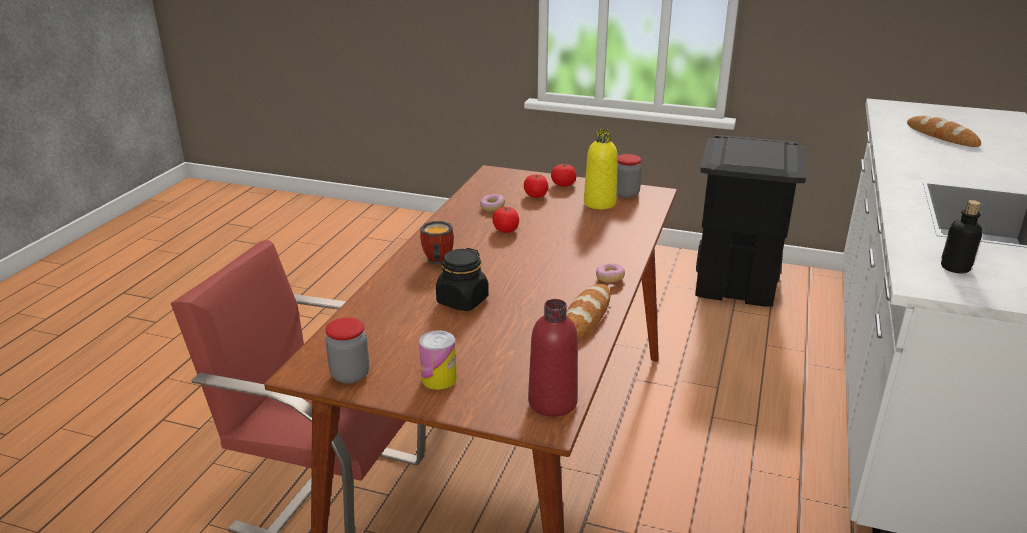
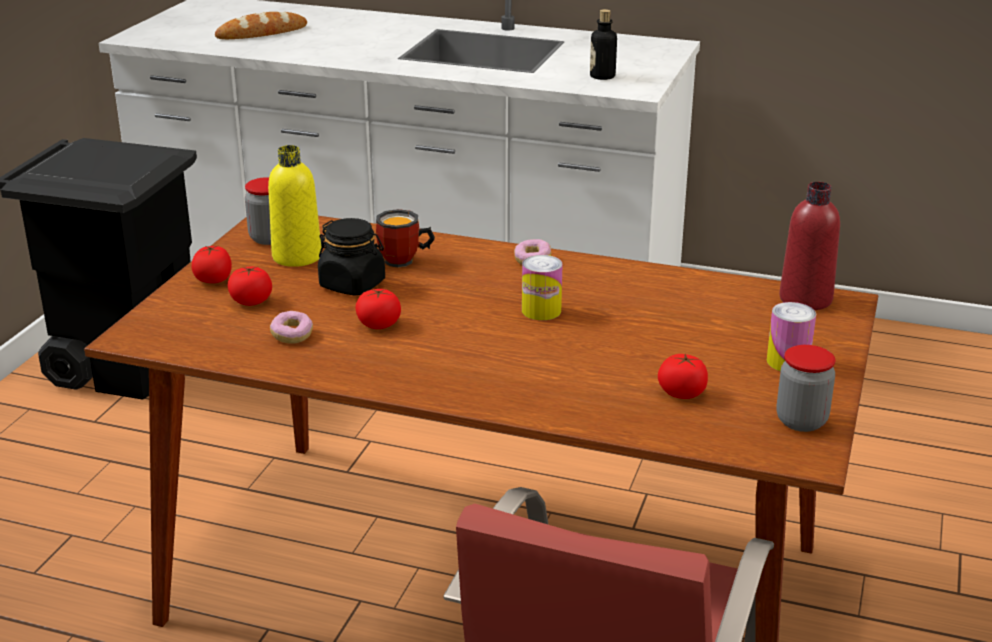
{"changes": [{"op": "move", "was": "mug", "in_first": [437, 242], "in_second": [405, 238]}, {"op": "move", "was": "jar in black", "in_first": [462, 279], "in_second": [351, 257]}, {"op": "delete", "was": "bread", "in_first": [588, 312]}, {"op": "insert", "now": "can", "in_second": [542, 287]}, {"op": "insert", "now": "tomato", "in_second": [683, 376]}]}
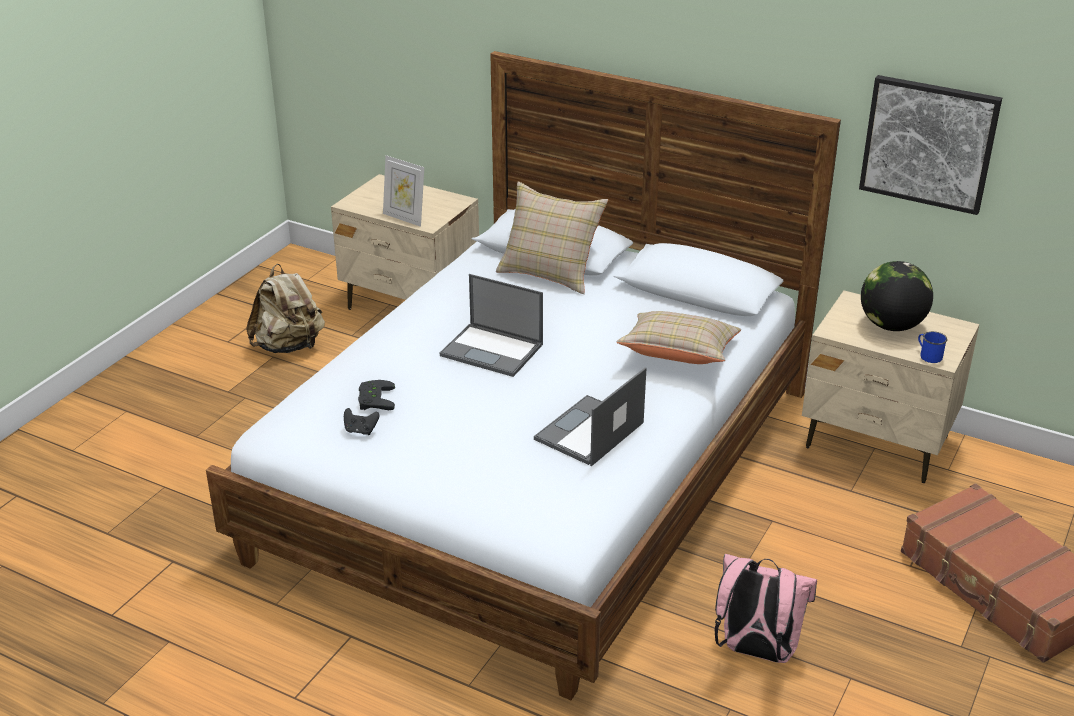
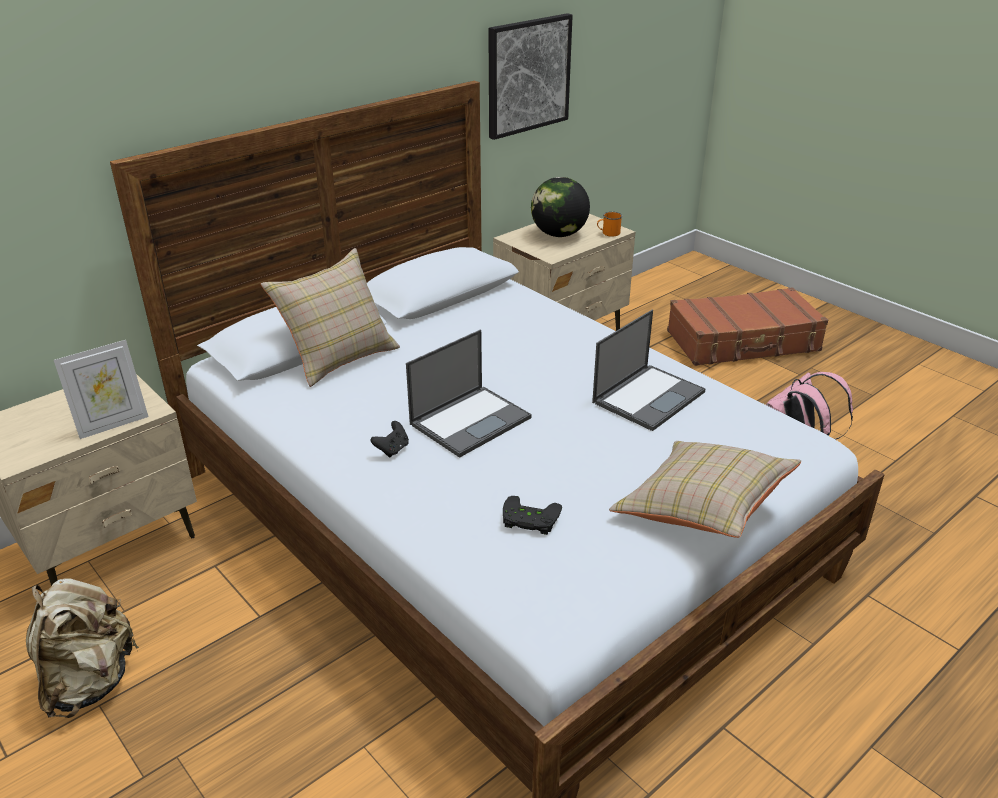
{"changes": [{"op": "move", "was": "pillow in beige", "in_first": [678, 337], "in_second": [705, 489]}, {"op": "recolor", "was": "mug in blue", "now": "mug in orange", "in_first": [932, 347], "in_second": [609, 224]}, {"op": "rotate", "was": "laptop", "in_first": [590, 416], "in_second": [649, 370], "clockwise": -105}, {"op": "move", "was": "game controller in black", "in_first": [361, 421], "in_second": [390, 439]}]}
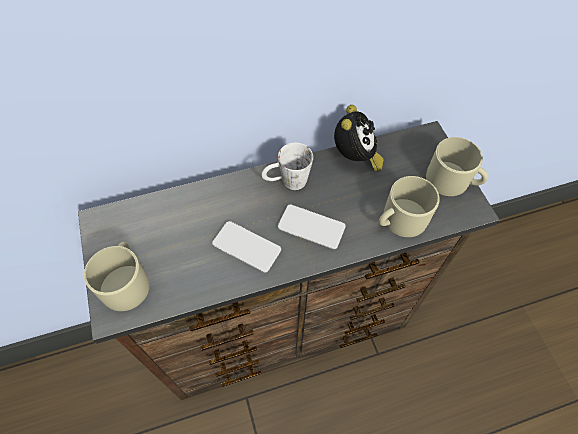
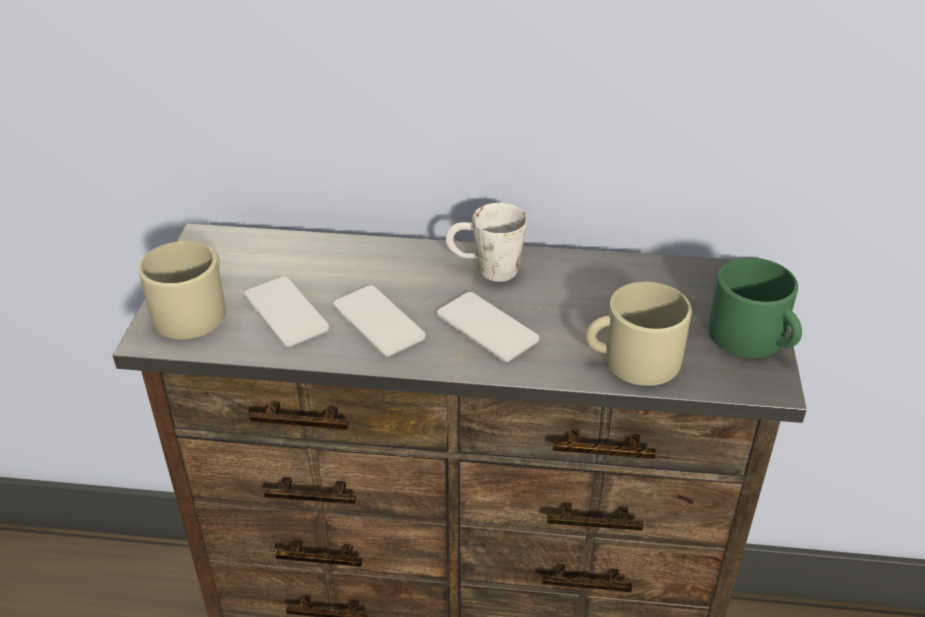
{"changes": [{"op": "delete", "was": "alarm clock", "in_first": [359, 138]}, {"op": "recolor", "was": "mug in beige", "now": "mug in green", "in_first": [457, 166], "in_second": [755, 307]}, {"op": "insert", "now": "phone", "in_second": [286, 312]}]}
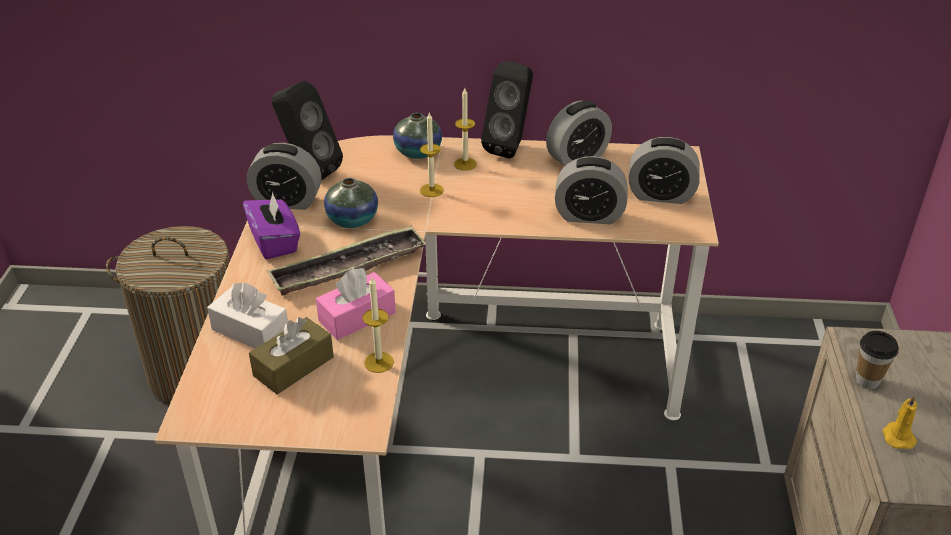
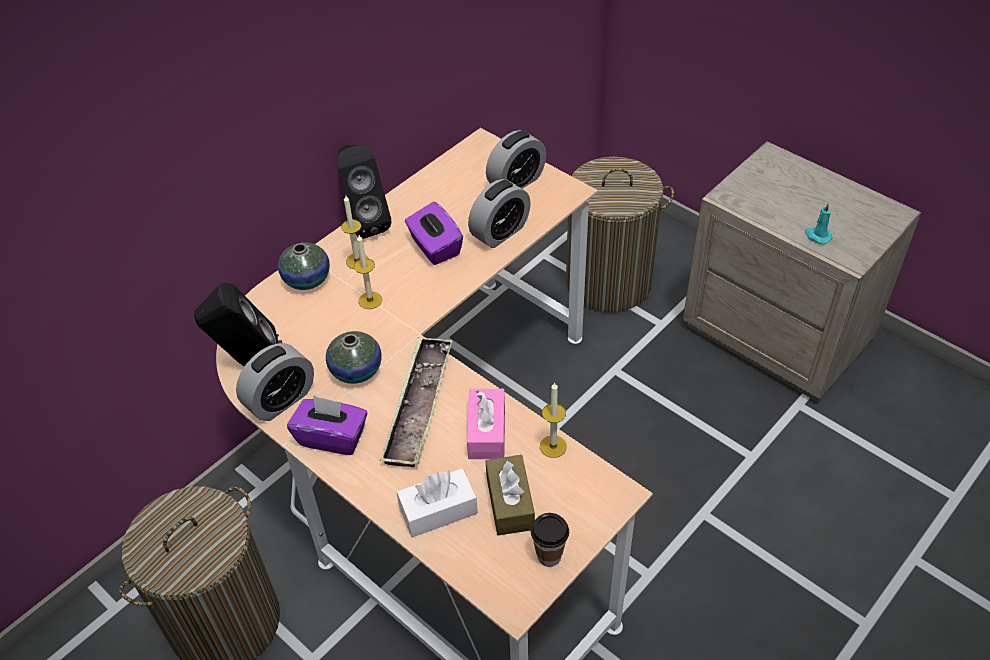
{"changes": [{"op": "delete", "was": "alarm clock", "in_first": [579, 133]}, {"op": "move", "was": "cup", "in_first": [877, 360], "in_second": [550, 540]}, {"op": "recolor", "was": "candle in yellow", "now": "candle in turquoise", "in_first": [900, 422], "in_second": [818, 223]}, {"op": "insert", "now": "laundry basket", "in_second": [620, 234]}, {"op": "insert", "now": "tissue box in purple", "in_second": [434, 233]}]}
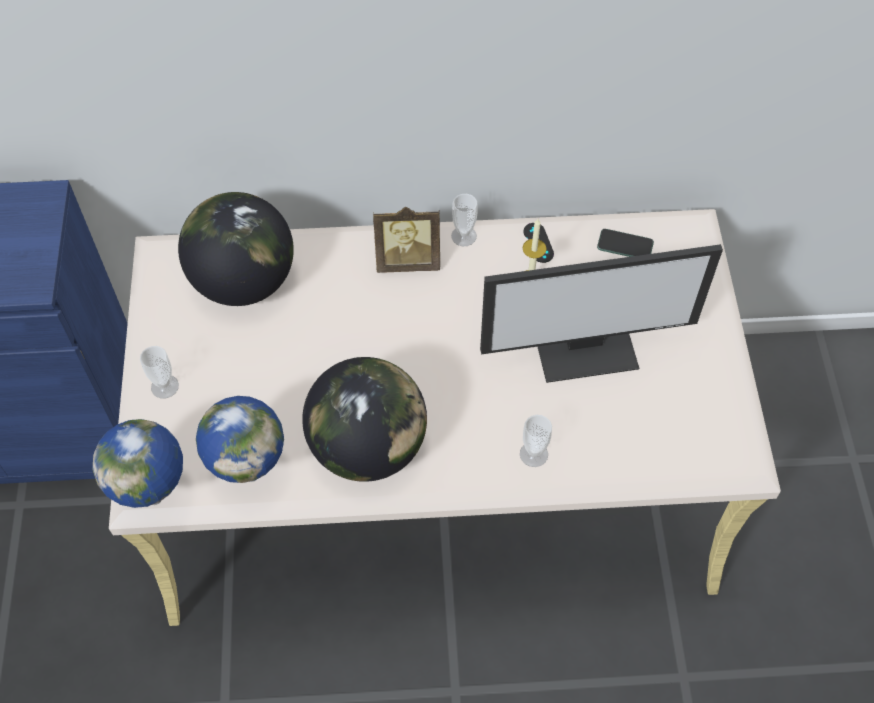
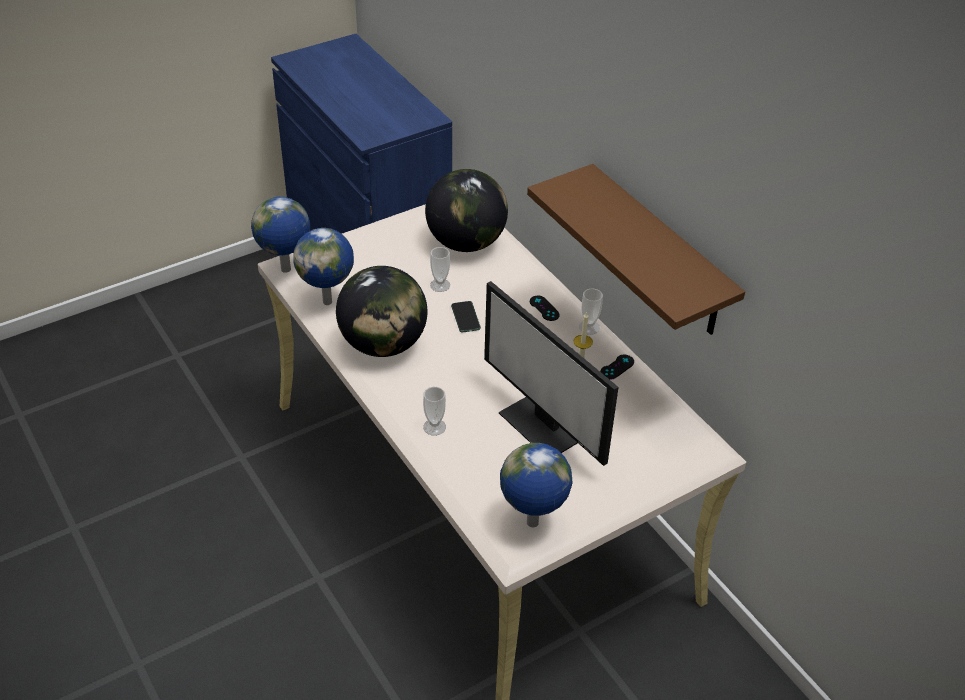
{"changes": [{"op": "replace", "was": "picture frame", "now": "game controller in black", "in_first": [406, 240], "in_second": [545, 308]}, {"op": "move", "was": "phone", "in_first": [625, 243], "in_second": [466, 316]}, {"op": "move", "was": "cup", "in_first": [159, 372], "in_second": [440, 269]}, {"op": "insert", "now": "shelf in brown", "in_second": [636, 249]}, {"op": "insert", "now": "globe", "in_second": [536, 485]}]}
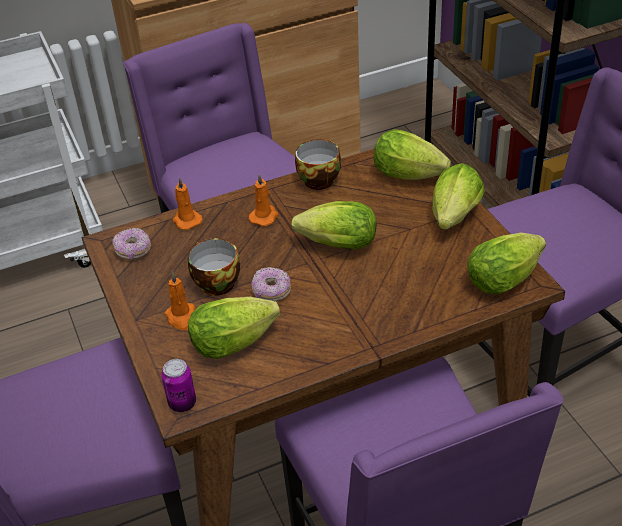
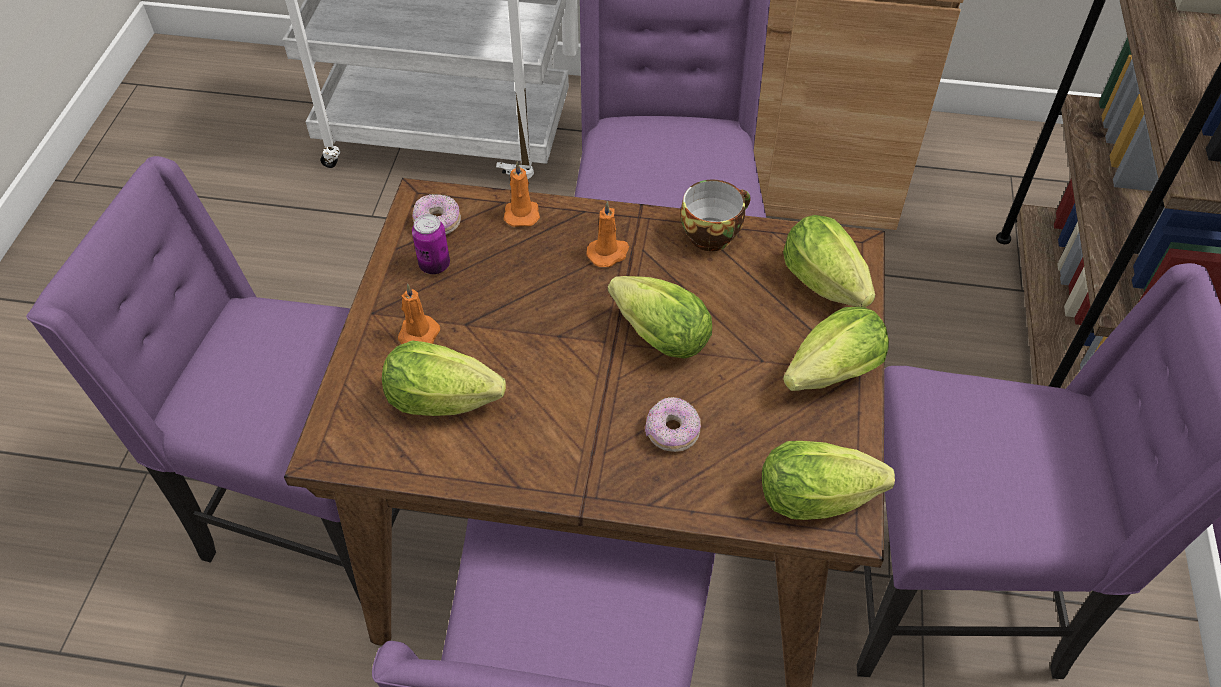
{"changes": [{"op": "delete", "was": "cup", "in_first": [214, 267]}, {"op": "move", "was": "donut", "in_first": [271, 284], "in_second": [673, 424]}, {"op": "move", "was": "can", "in_first": [178, 385], "in_second": [431, 244]}]}
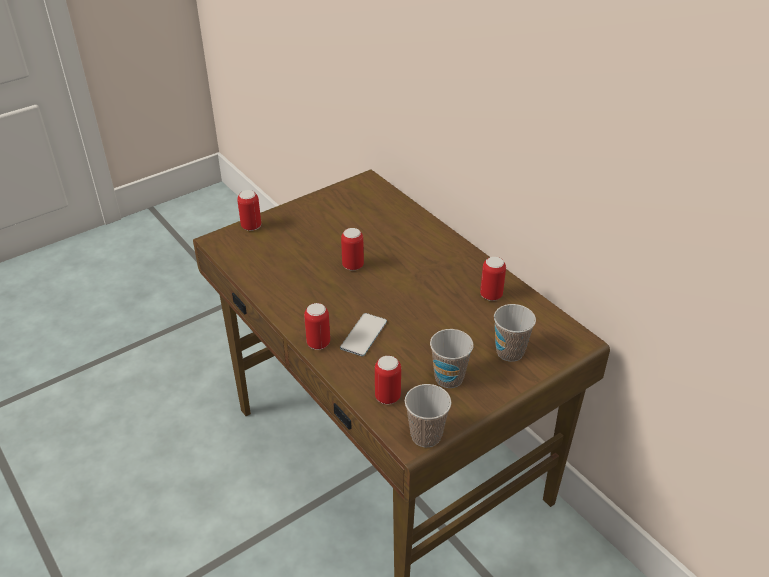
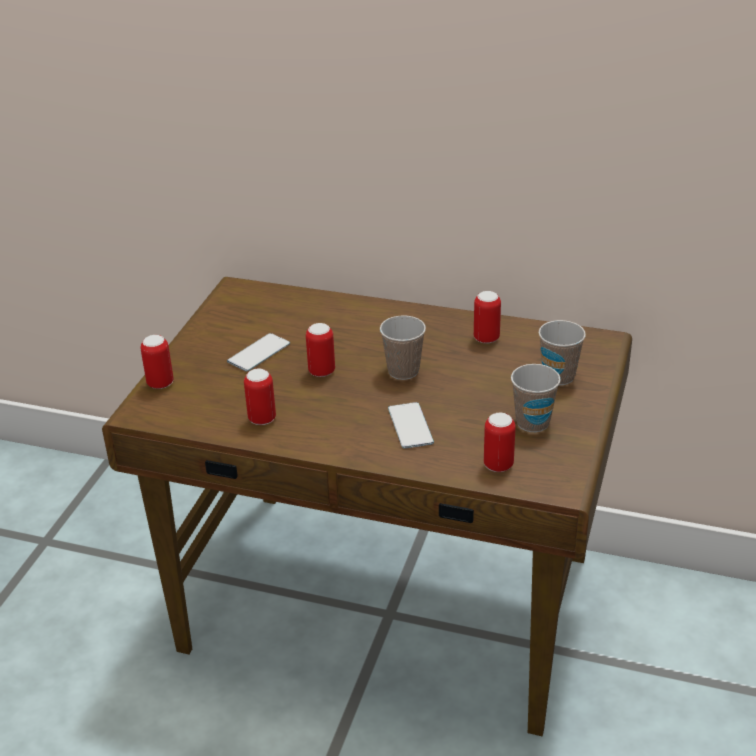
{"changes": [{"op": "move", "was": "can", "in_first": [317, 326], "in_second": [260, 397]}, {"op": "move", "was": "cup", "in_first": [428, 415], "in_second": [403, 347]}, {"op": "insert", "now": "phone", "in_second": [258, 352]}]}
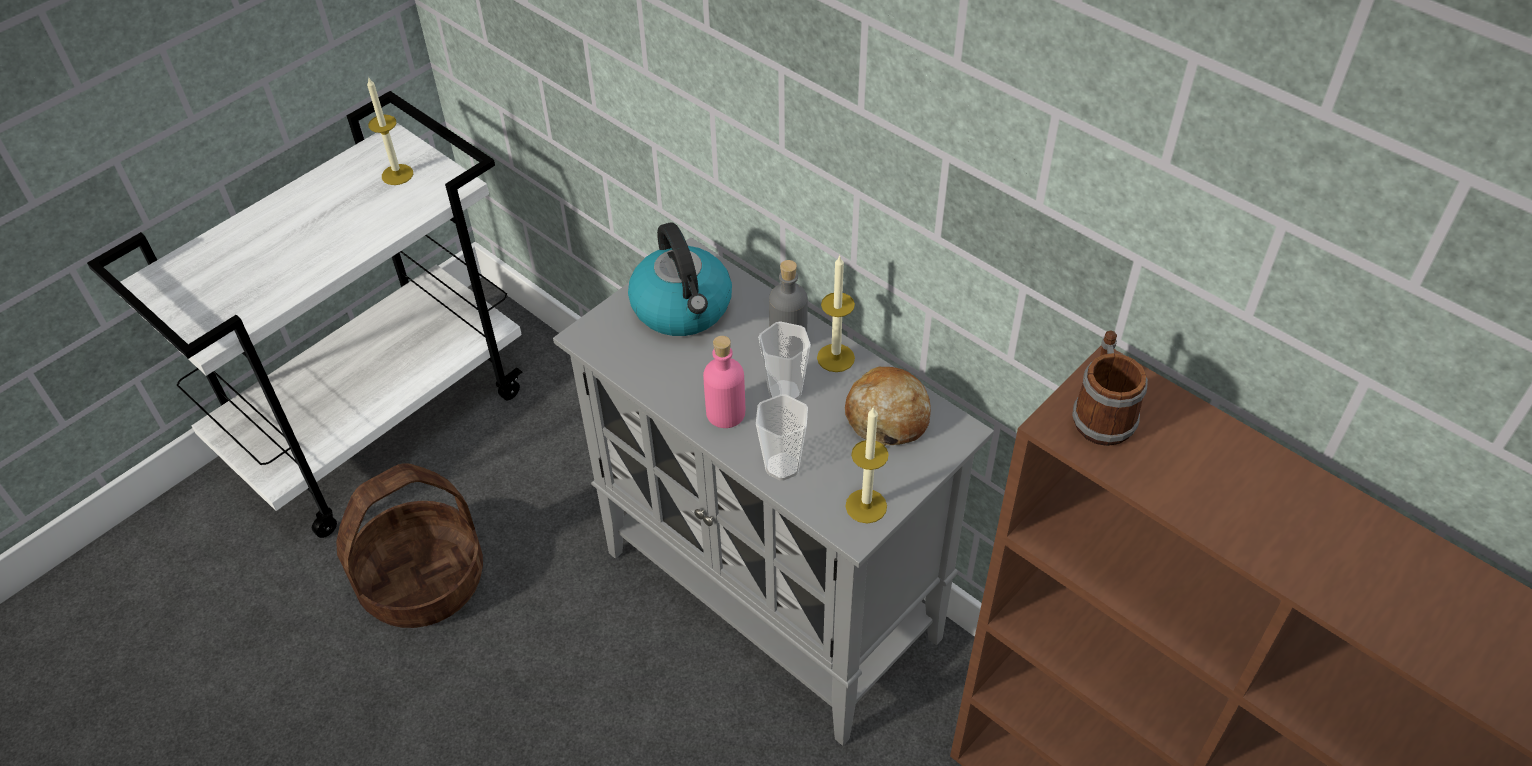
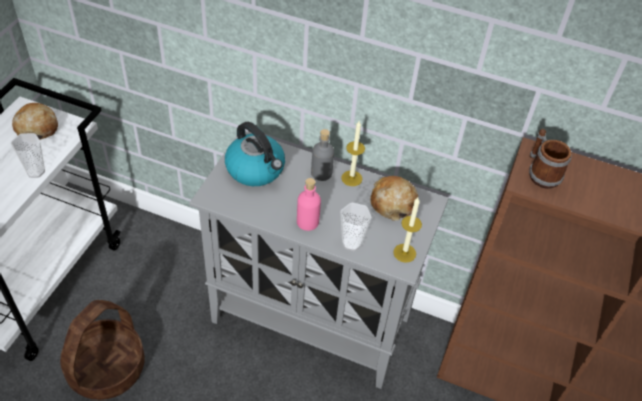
{"changes": [{"op": "replace", "was": "candle", "now": "bread", "in_first": [390, 131], "in_second": [35, 121]}, {"op": "move", "was": "cup", "in_first": [784, 360], "in_second": [28, 155]}]}
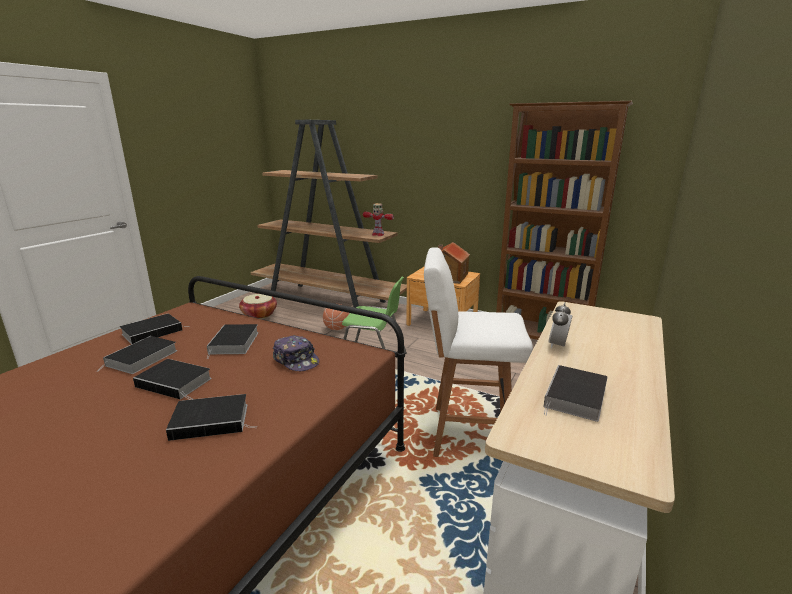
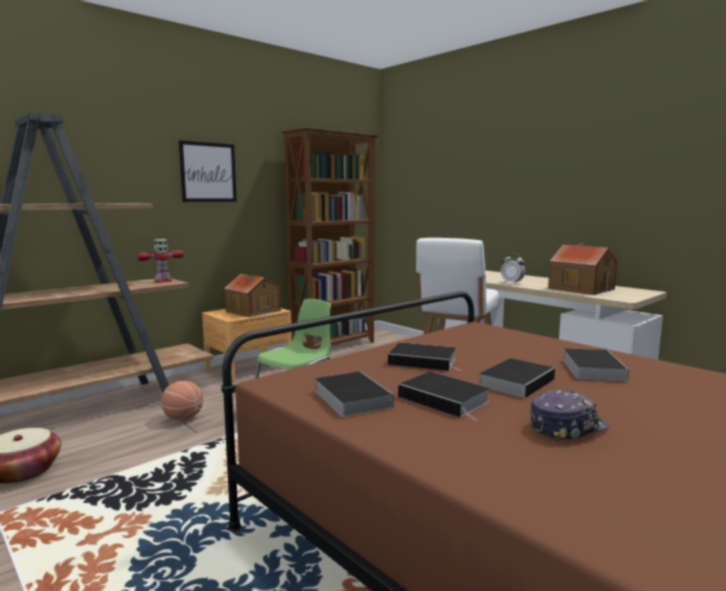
{"changes": [{"op": "move", "was": "cap", "in_first": [296, 353], "in_second": [569, 416]}, {"op": "replace", "was": "book", "now": "toy house", "in_first": [575, 393], "in_second": [583, 269]}, {"op": "insert", "now": "picture", "in_second": [208, 171]}]}
